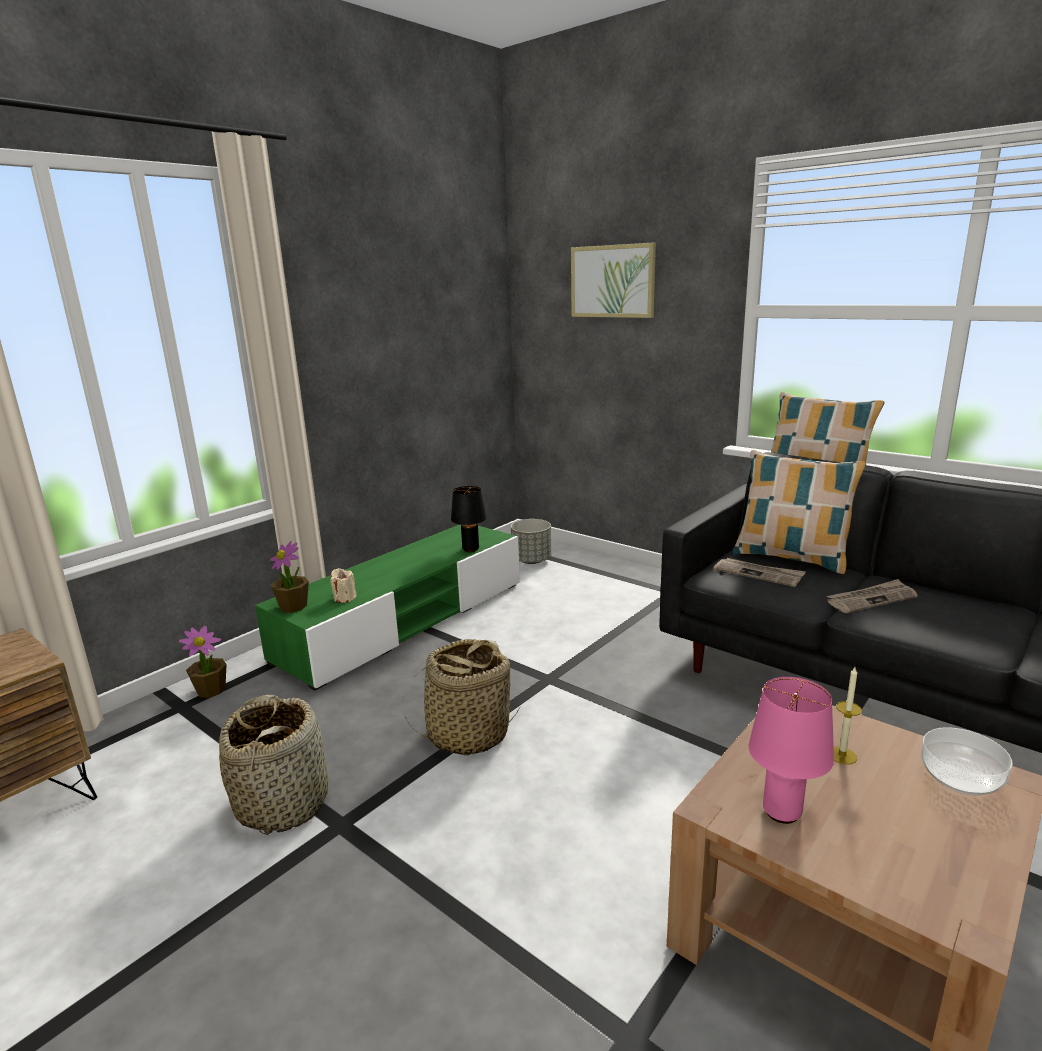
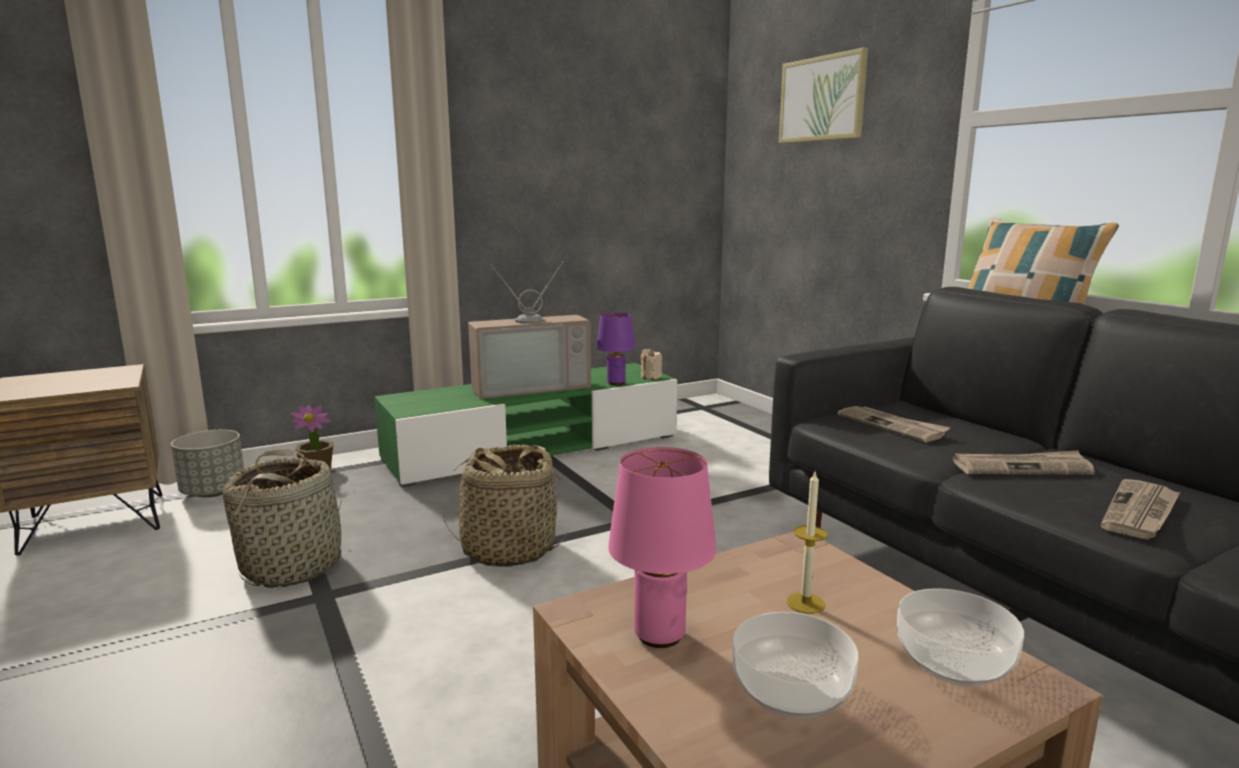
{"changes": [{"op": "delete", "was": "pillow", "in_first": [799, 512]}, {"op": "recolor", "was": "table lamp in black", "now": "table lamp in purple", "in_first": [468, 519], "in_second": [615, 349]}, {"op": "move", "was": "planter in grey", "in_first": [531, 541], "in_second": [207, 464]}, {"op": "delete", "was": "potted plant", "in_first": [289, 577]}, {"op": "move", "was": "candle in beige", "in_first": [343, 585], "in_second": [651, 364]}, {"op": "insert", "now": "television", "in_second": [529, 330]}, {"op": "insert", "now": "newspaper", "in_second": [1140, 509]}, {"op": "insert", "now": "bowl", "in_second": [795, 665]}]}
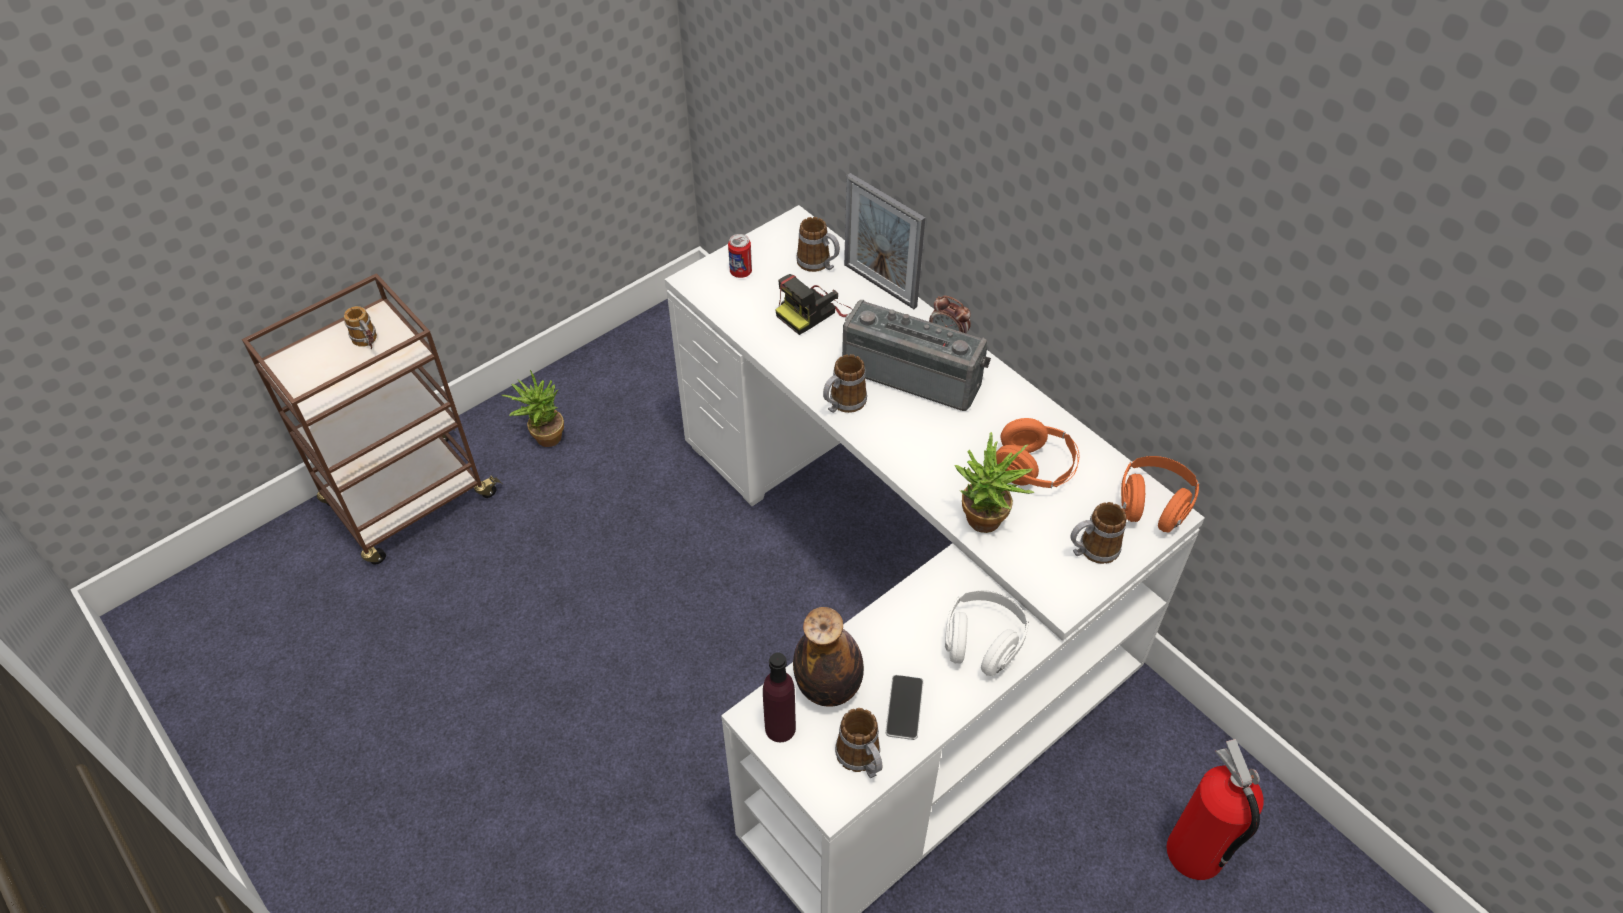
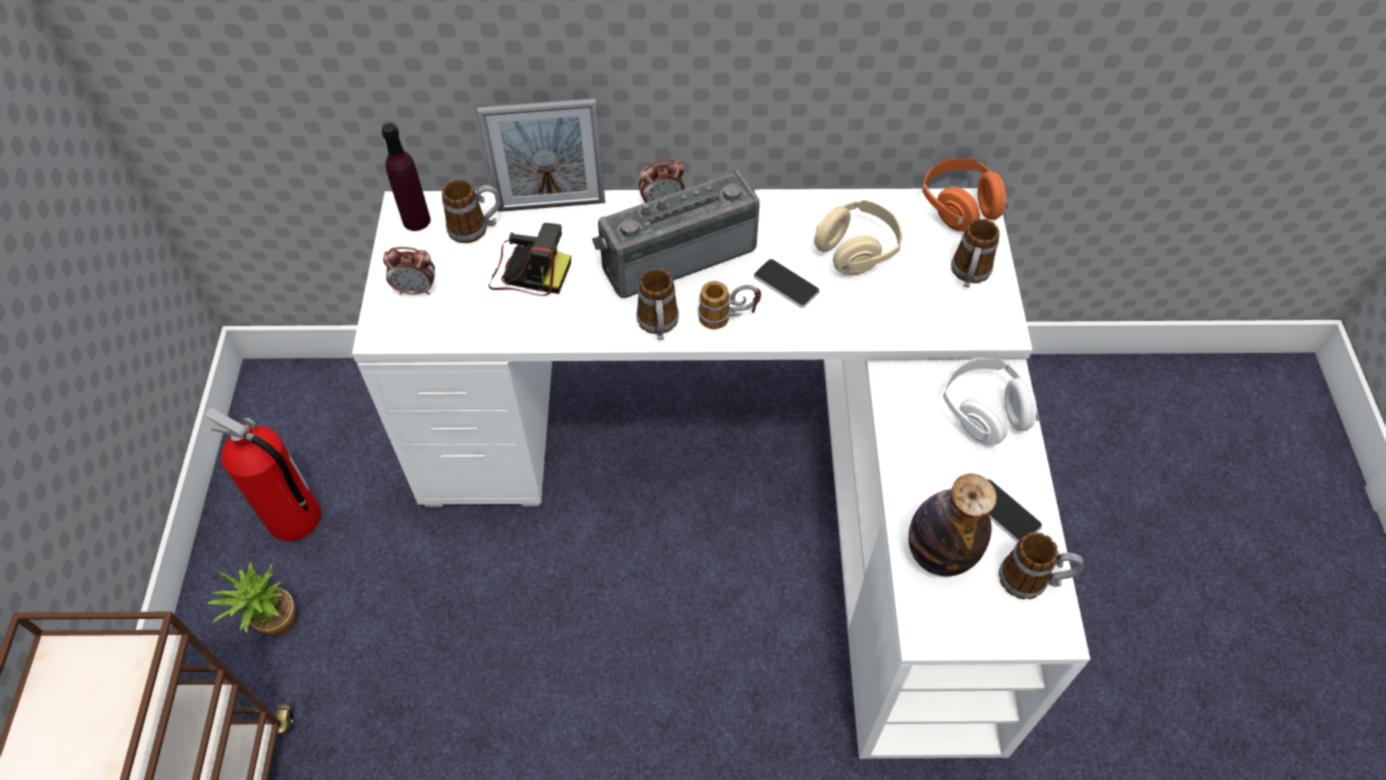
{"changes": [{"op": "replace", "was": "can", "now": "alarm clock", "in_first": [740, 256], "in_second": [409, 271]}, {"op": "rotate", "was": "photo camera", "in_first": [813, 304], "in_second": [530, 259], "clockwise": -75}, {"op": "move", "was": "mug", "in_first": [360, 327], "in_second": [729, 305]}, {"op": "recolor", "was": "headphones in orange", "now": "headphones in beige", "in_first": [1037, 453], "in_second": [858, 238]}, {"op": "delete", "was": "potted plant", "in_first": [994, 482]}, {"op": "move", "was": "bottle in purple", "in_first": [779, 697], "in_second": [406, 177]}, {"op": "move", "was": "fire extinguisher", "in_first": [1215, 809], "in_second": [262, 474]}, {"op": "insert", "now": "phone", "in_second": [787, 283]}]}
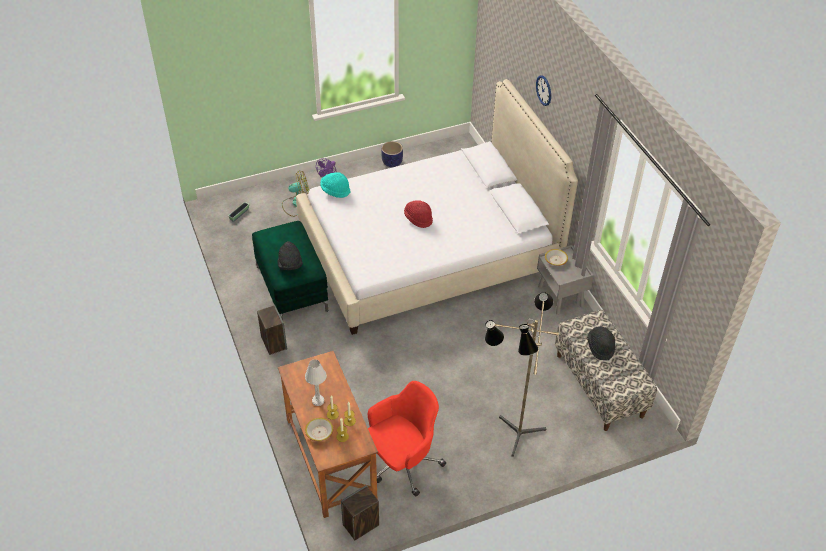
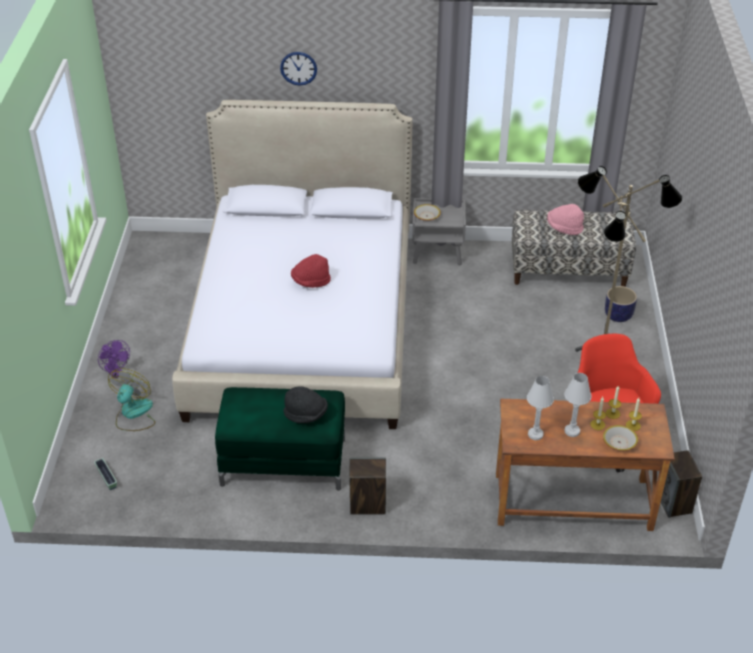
{"changes": [{"op": "move", "was": "planter", "in_first": [392, 154], "in_second": [621, 304]}, {"op": "delete", "was": "hat in turquoise", "in_first": [335, 185]}, {"op": "recolor", "was": "hat in black", "now": "hat in pink", "in_first": [601, 343], "in_second": [565, 219]}, {"op": "insert", "now": "table lamp in white", "in_second": [540, 408]}]}
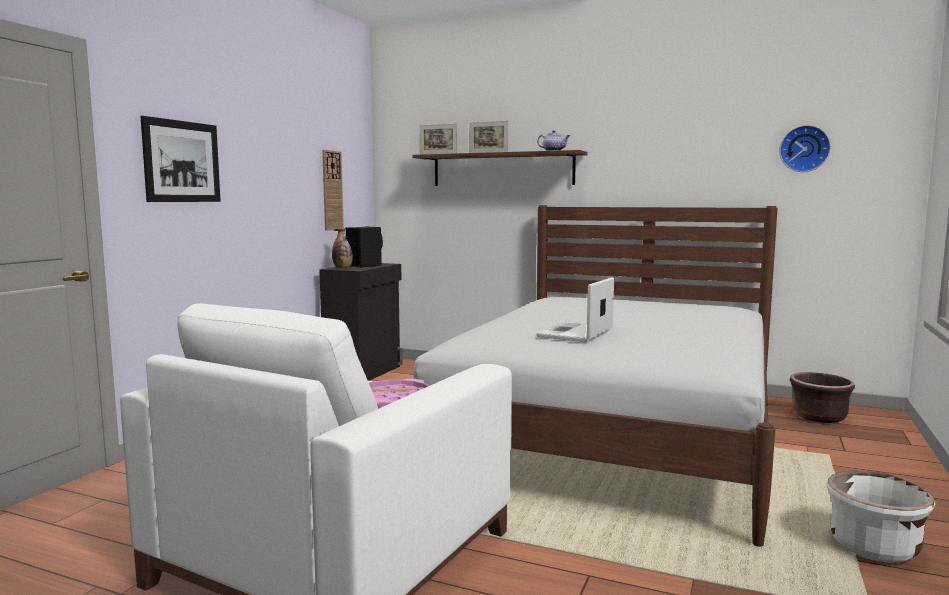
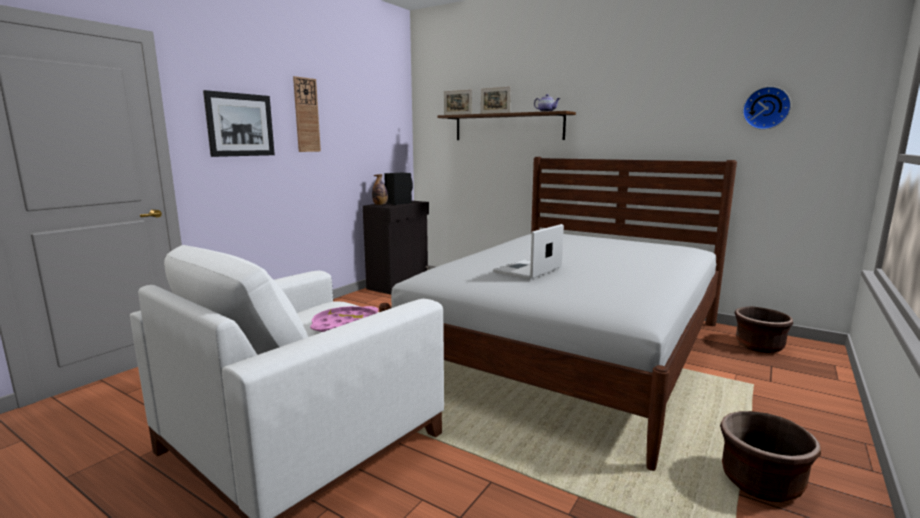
{"changes": [{"op": "move", "was": "wall clock", "in_first": [333, 190], "in_second": [307, 114]}, {"op": "recolor", "was": "planter in white", "now": "planter in brown", "in_first": [881, 517], "in_second": [770, 456]}]}
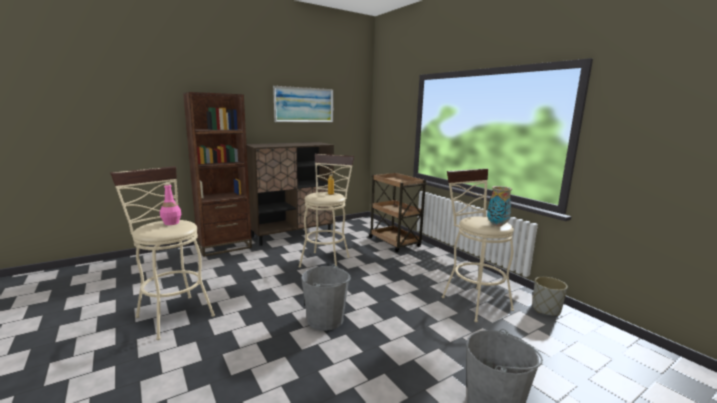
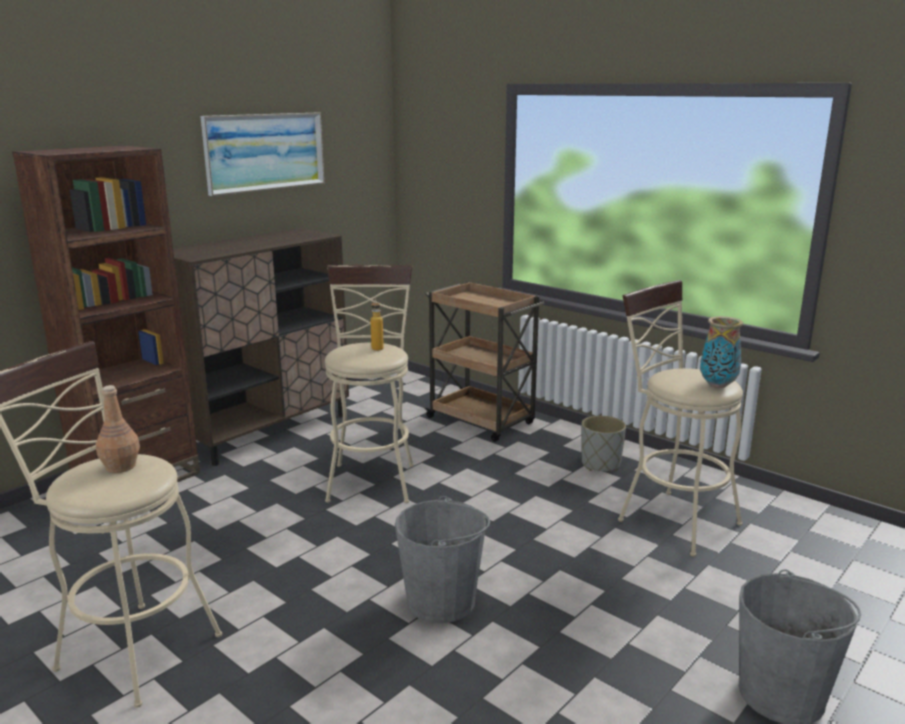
{"changes": [{"op": "recolor", "was": "bottle in pink", "now": "bottle in brown", "in_first": [170, 204], "in_second": [118, 429]}, {"op": "move", "was": "planter in grey", "in_first": [550, 296], "in_second": [603, 443]}]}
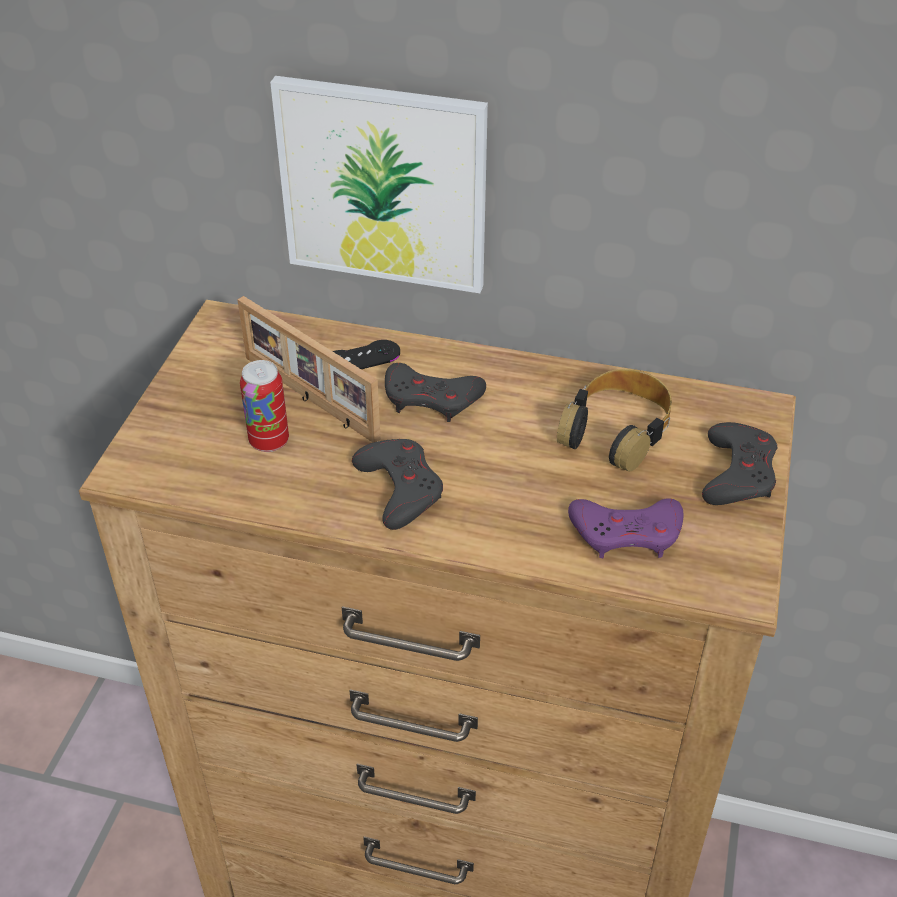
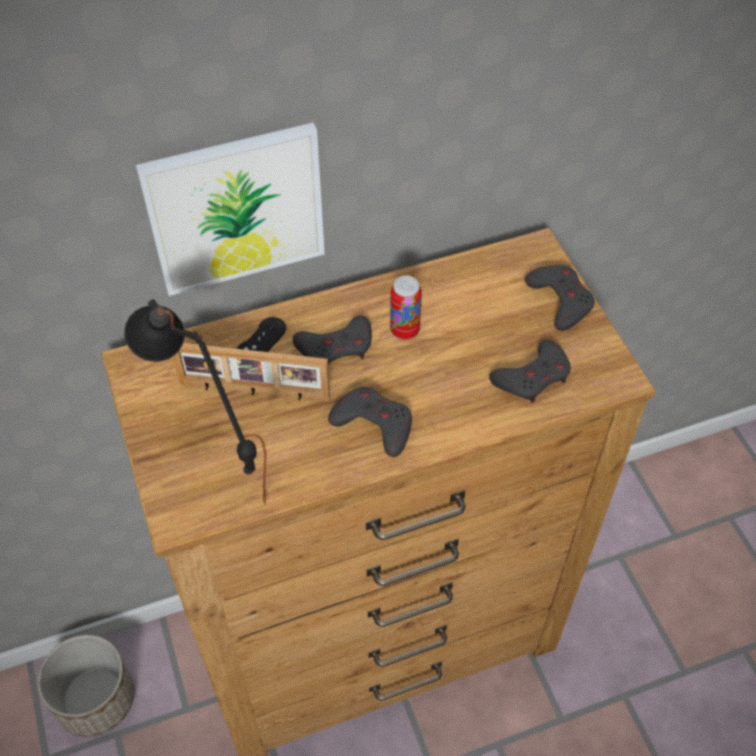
{"changes": [{"op": "move", "was": "can", "in_first": [264, 406], "in_second": [406, 308]}, {"op": "delete", "was": "headphones", "in_first": [614, 420]}, {"op": "recolor", "was": "game controller in purple", "now": "game controller in grey", "in_first": [625, 528], "in_second": [530, 371]}, {"op": "insert", "now": "table lamp in black", "in_second": [195, 402]}, {"op": "insert", "now": "planter", "in_second": [85, 686]}]}
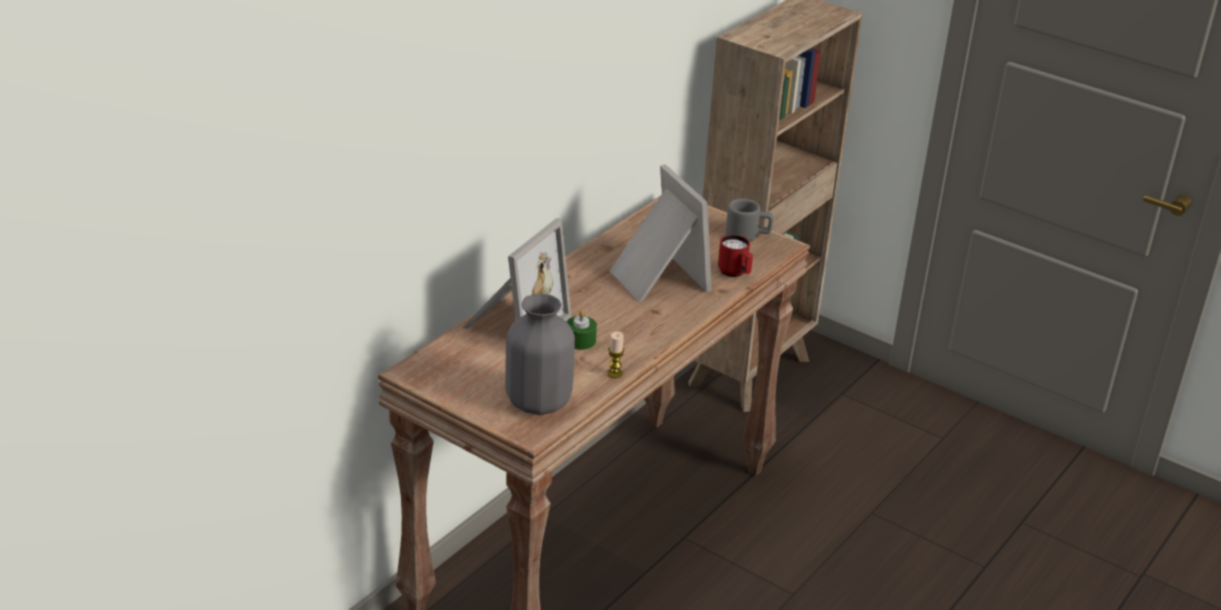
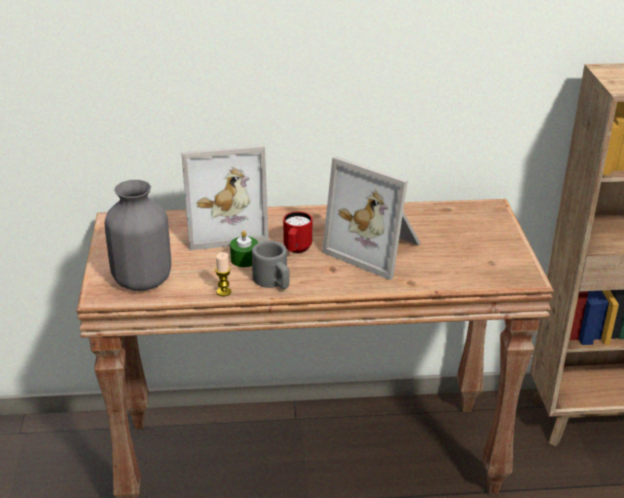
{"changes": [{"op": "rotate", "was": "picture frame", "in_first": [661, 233], "in_second": [371, 218], "clockwise": 105}, {"op": "move", "was": "mug in grey", "in_first": [749, 220], "in_second": [271, 265]}, {"op": "move", "was": "mug in red", "in_first": [735, 256], "in_second": [297, 232]}]}
